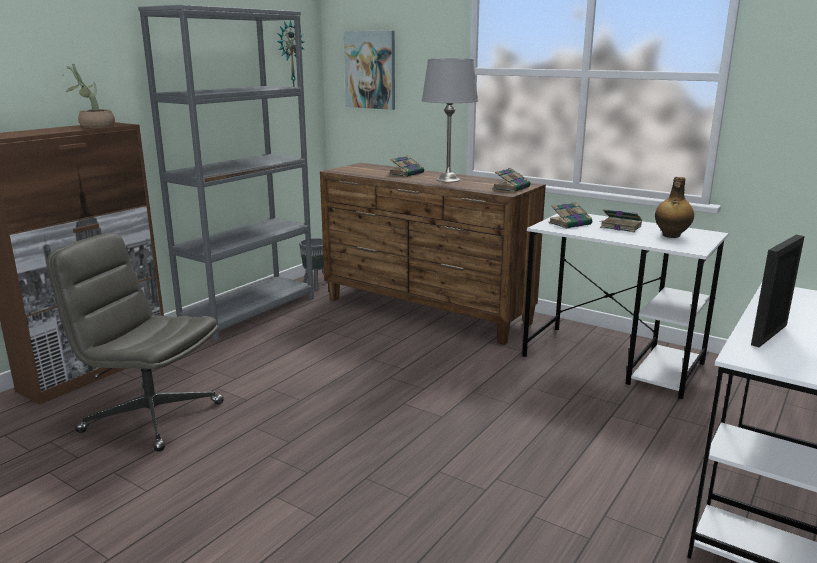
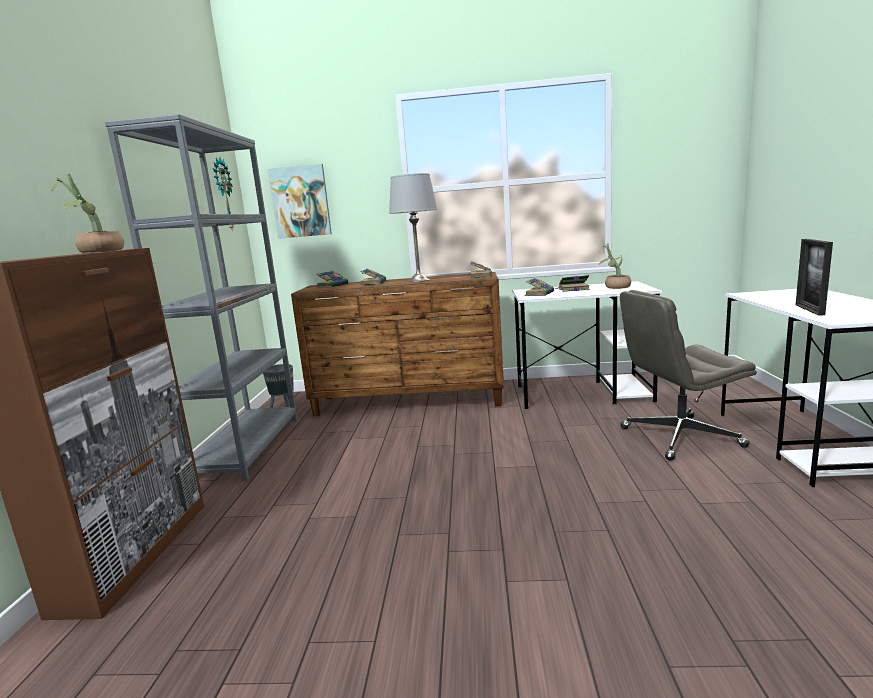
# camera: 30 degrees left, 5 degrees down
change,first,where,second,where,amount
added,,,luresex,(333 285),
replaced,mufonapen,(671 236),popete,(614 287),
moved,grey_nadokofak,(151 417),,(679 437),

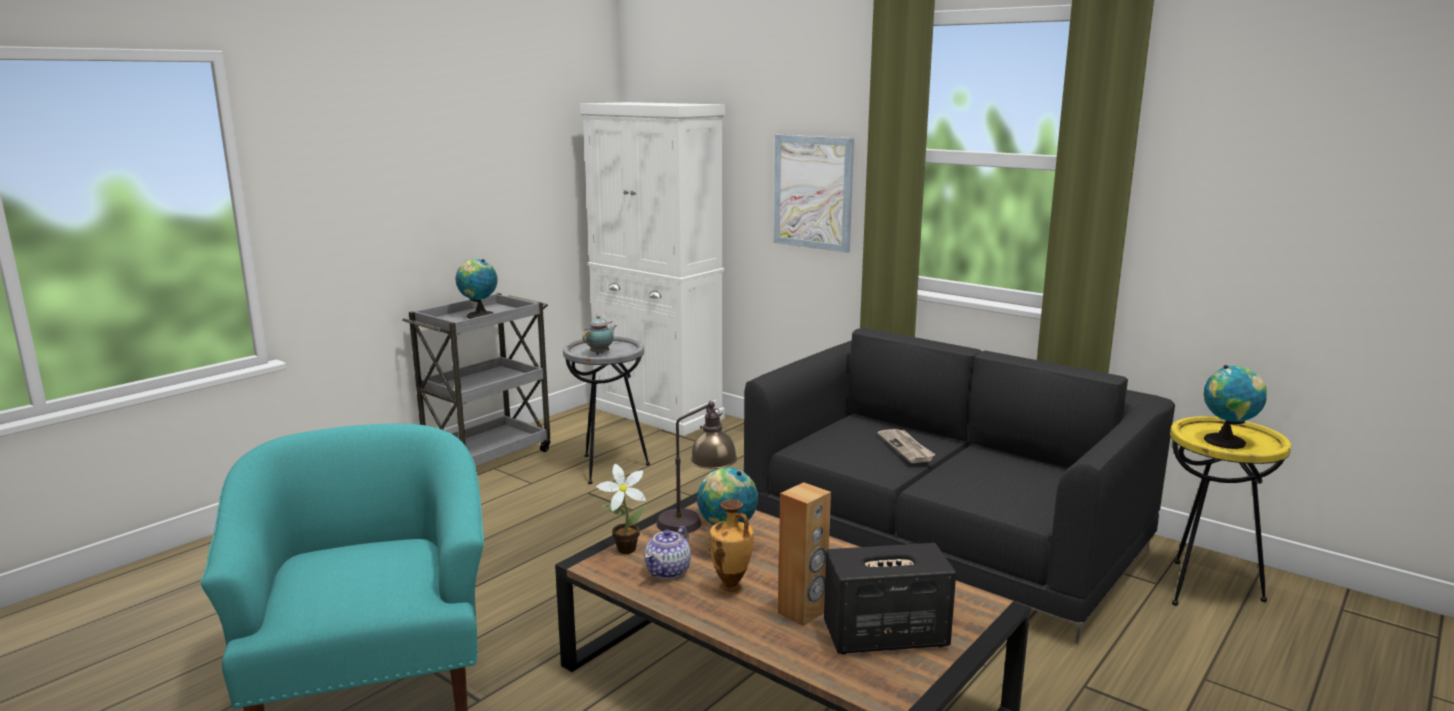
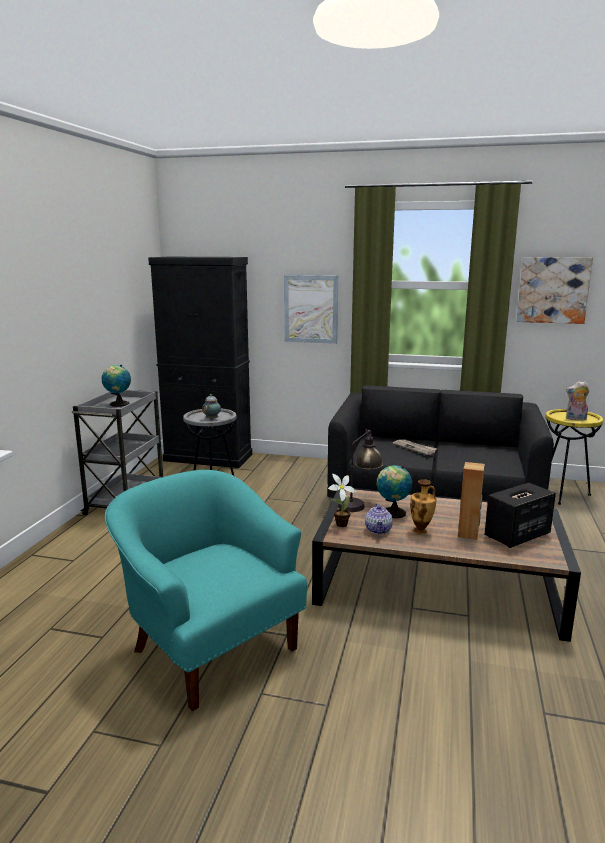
# camera: 25 degrees left, 0 degrees up
change,first,where,second,where,amount
recoloured,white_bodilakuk,(658 413),black_bodilakuk,(208 458),
added,,,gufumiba,(553 290),
replaced,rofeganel,(1227 442),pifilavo,(575 419),

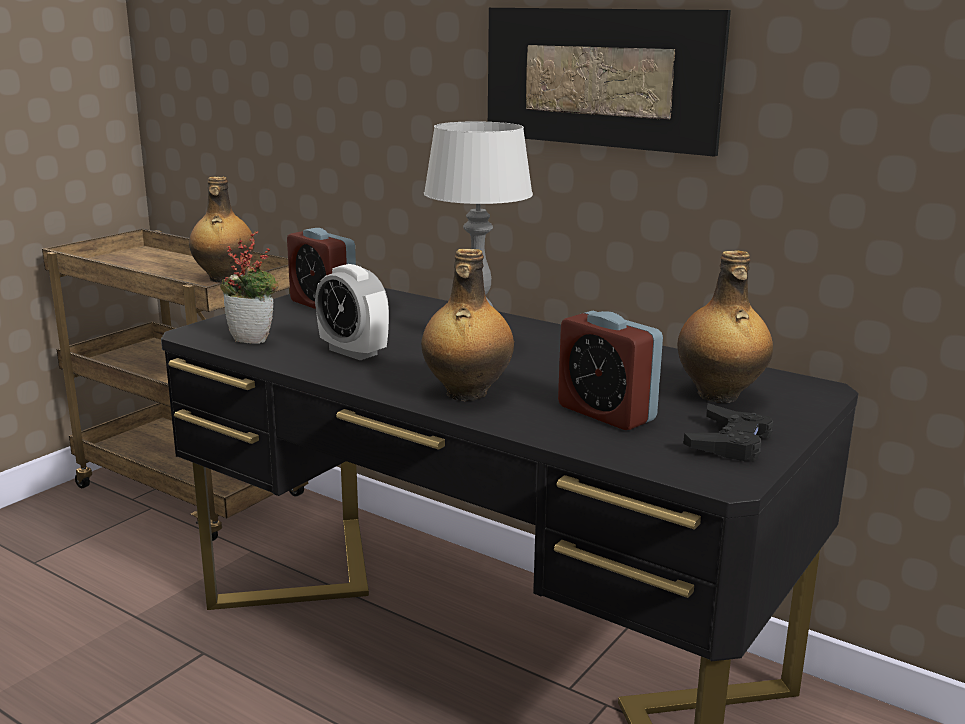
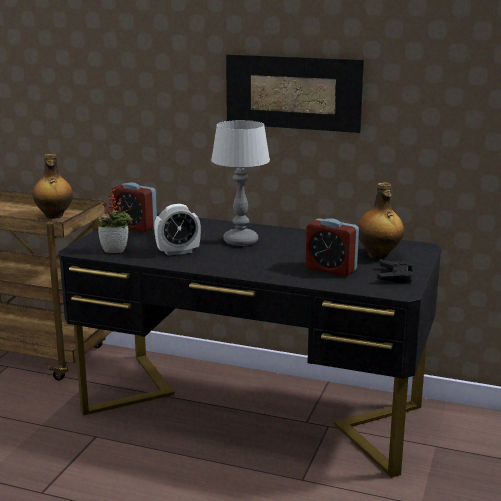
# camera: 15 degrees left, 0 degrees up
change,first,where,second,where,amount
turned,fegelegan,(353 352),,(178 252),45 degrees counterclockwise
removed,mufonapen,(466 394),,,

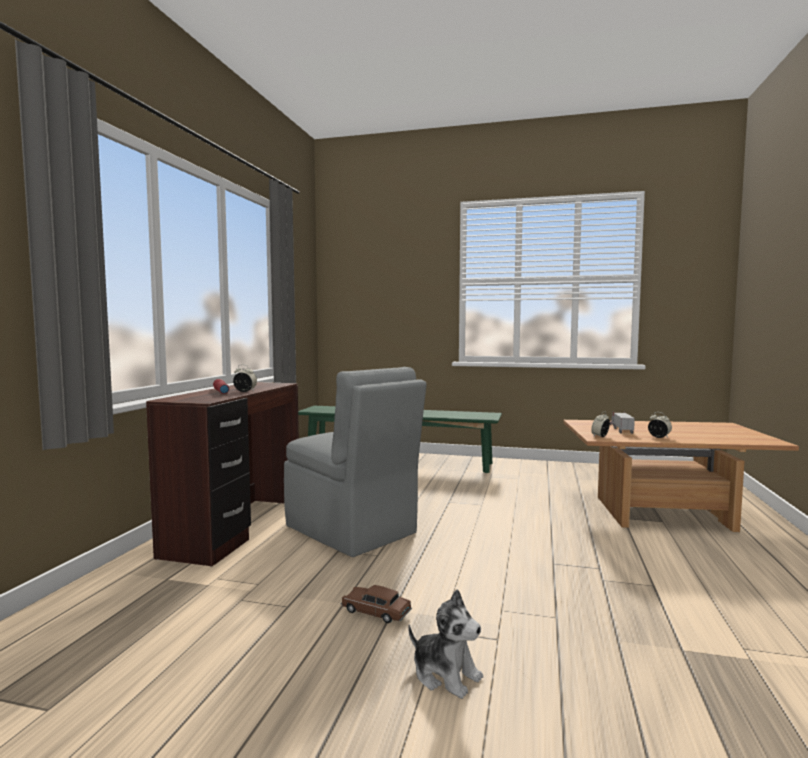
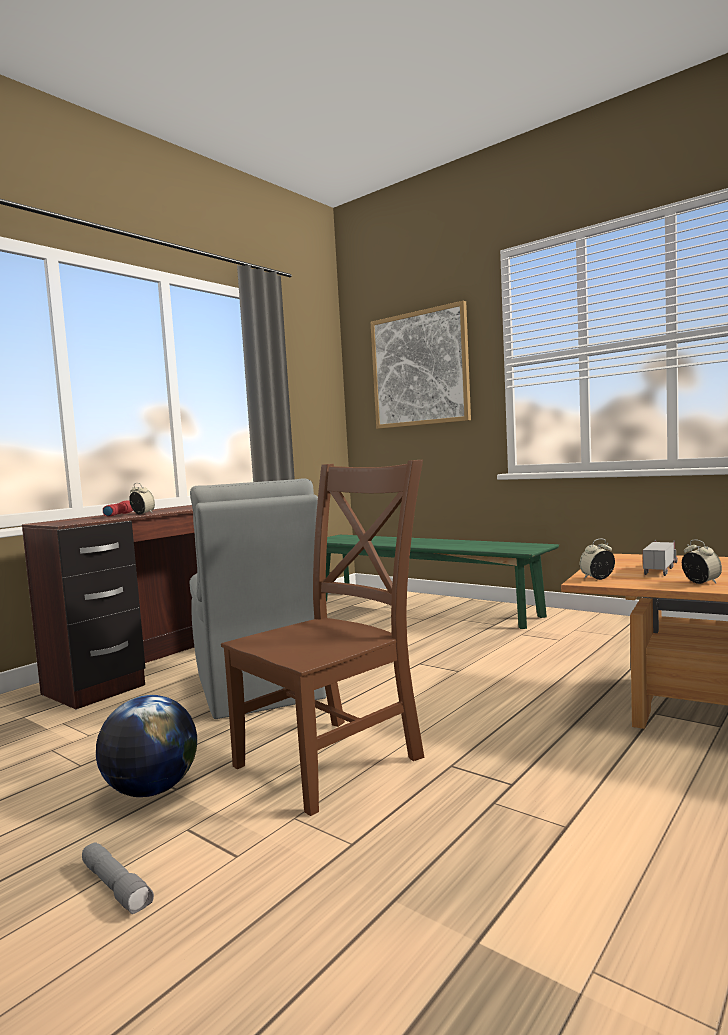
# camera: 25 degrees right, 0 degrees up
change,first,where,second,where,amount
replaced,pifilavo,(445 675),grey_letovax,(117 887),
replaced,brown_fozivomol,(376 612),rofeganel,(151 790),
added,,,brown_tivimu,(335 759),
added,,,gufumiba,(420 369),

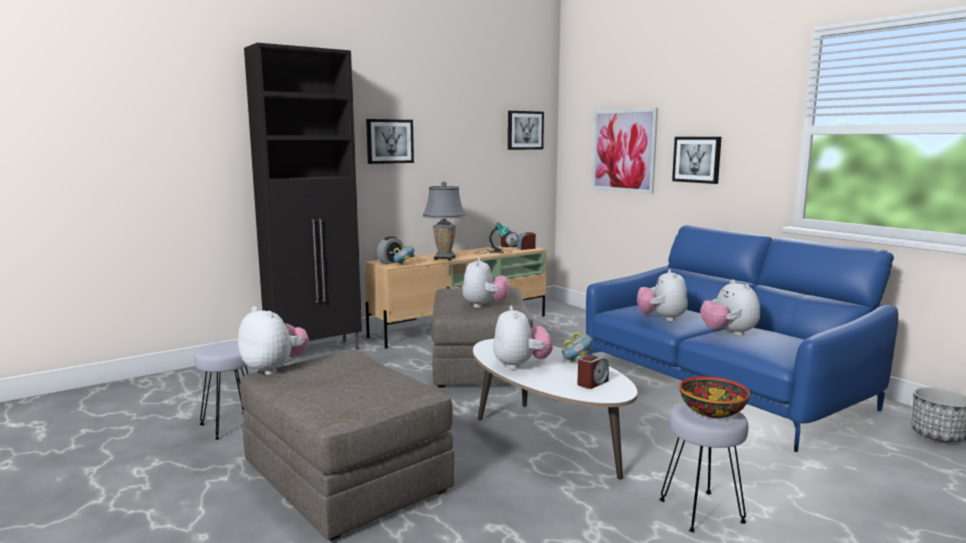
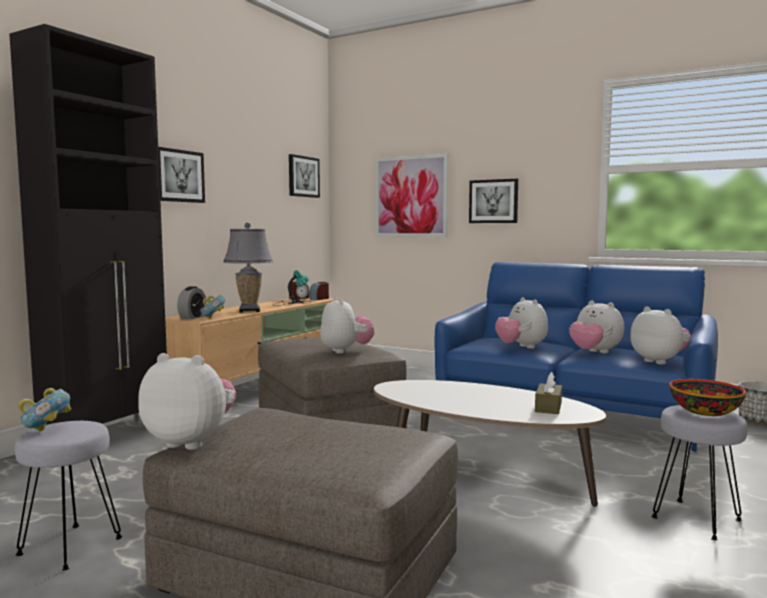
# camera: 25 degrees left, 5 degrees down
change,first,where,second,where,amount
moved,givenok,(576 362),,(46 430),
replaced,fegelegan,(592 383),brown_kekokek,(548 407),
moved,pifilavo,(521 365),,(659 361),

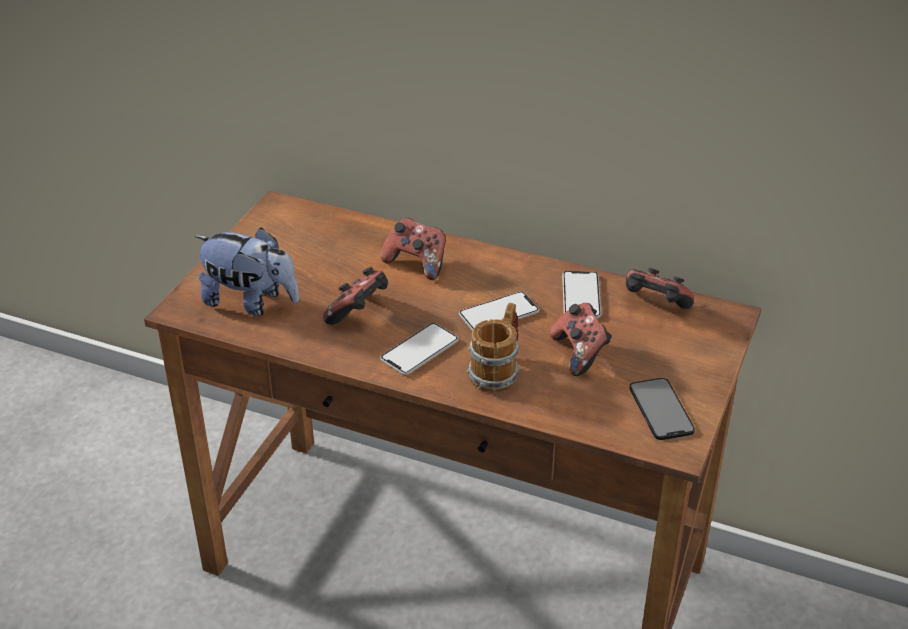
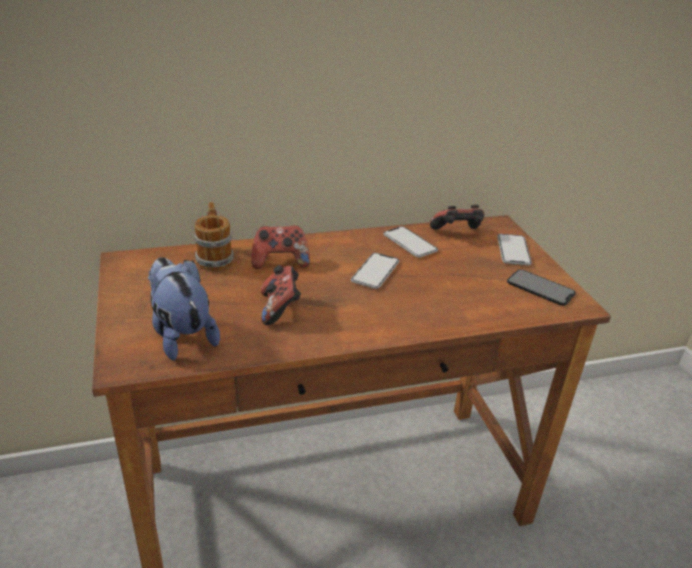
# camera: 40 degrees left, 5 degrees down
change,first,where,second,where,amount
turned,pifilavo,(251 302),,(181 335),105 degrees counterclockwise
moved,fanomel,(498 371),,(214 257),
moved,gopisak,(419 350),,(513 250),
removed,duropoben,(580 353),,,

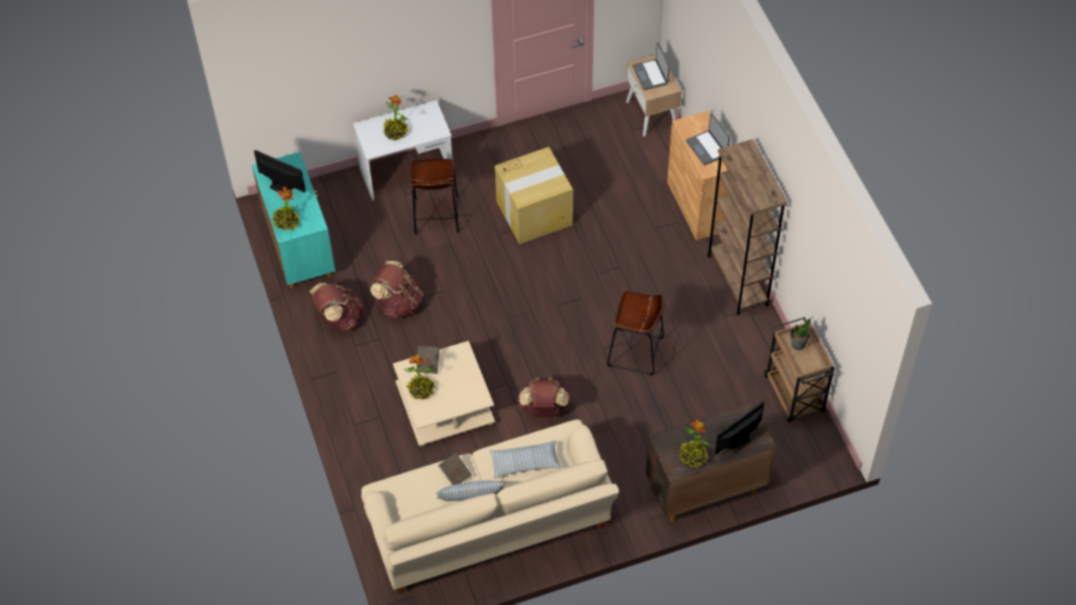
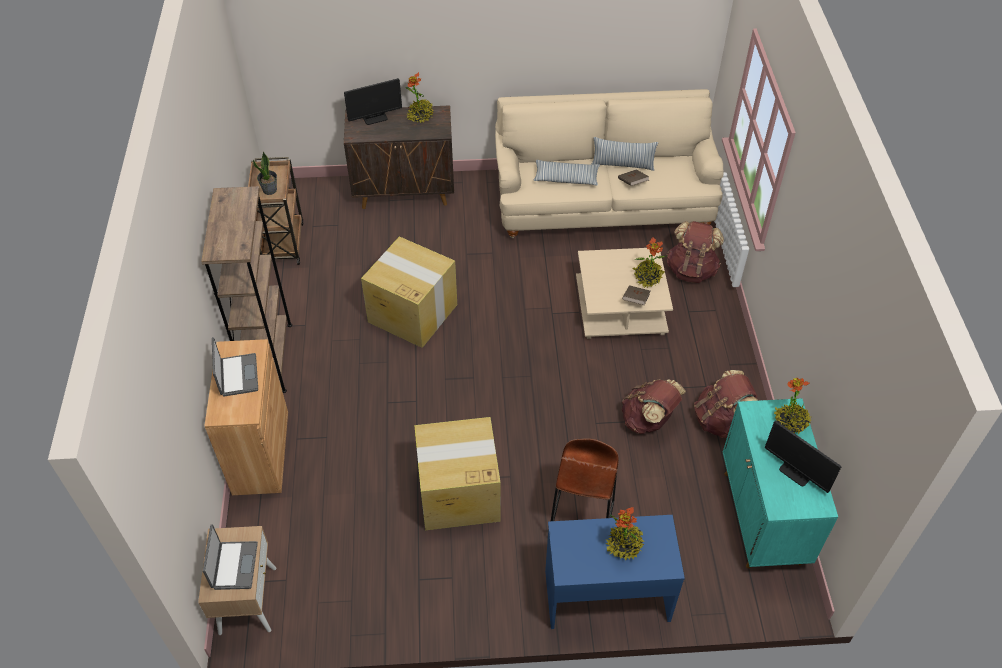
# camera: 165 degrees left, 5 degrees down
change,first,where,second,where,amount
replaced,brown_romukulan,(635 352),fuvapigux,(412 313),
recoloured,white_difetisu,(407 173),blue_difetisu,(606 594),
moved,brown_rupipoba,(544 409),,(691 270),

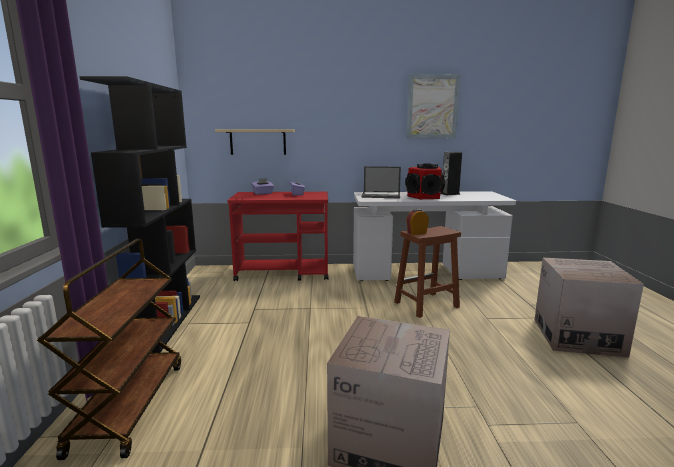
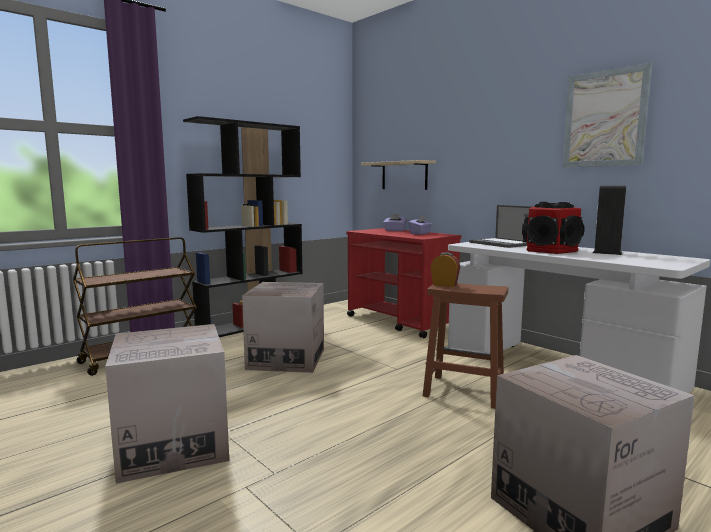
# camera: 50 degrees right, 5 degrees down
change,first,where,second,where,amount
added,,,fuvapigux,(286 359),

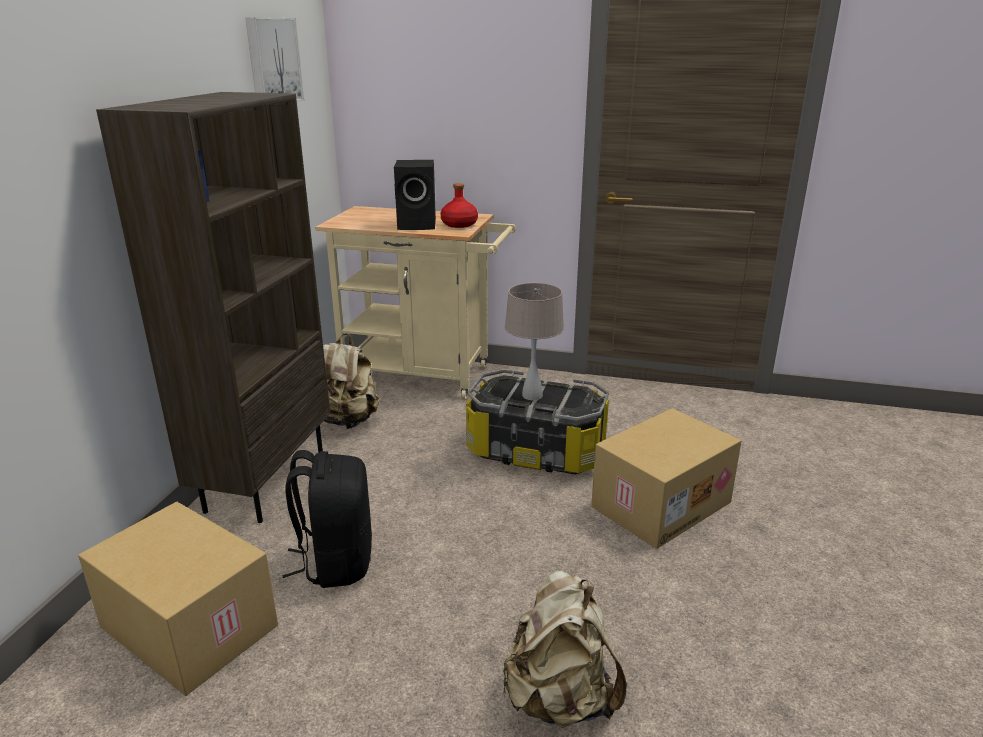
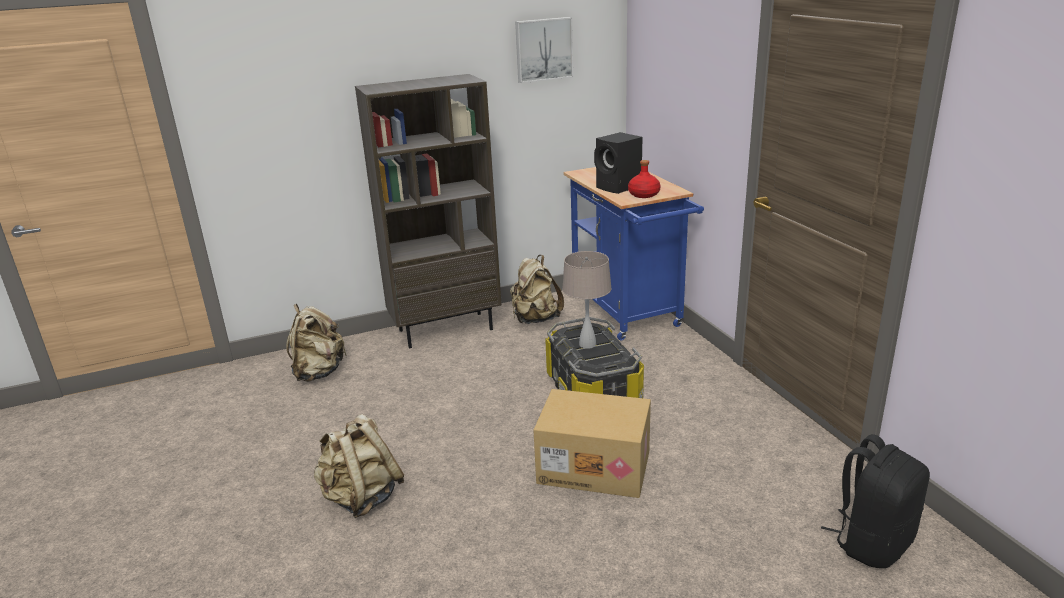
# camera: 55 degrees right, 0 degrees up
change,first,where,second,where,amount
replaced,fuvapigux,(186 627),beige_rupipoba,(319 372),
recoloured,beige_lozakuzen,(425 376),blue_lozakuzen,(628 314),
moved,black_rupipoba,(336 562),,(872 542),

